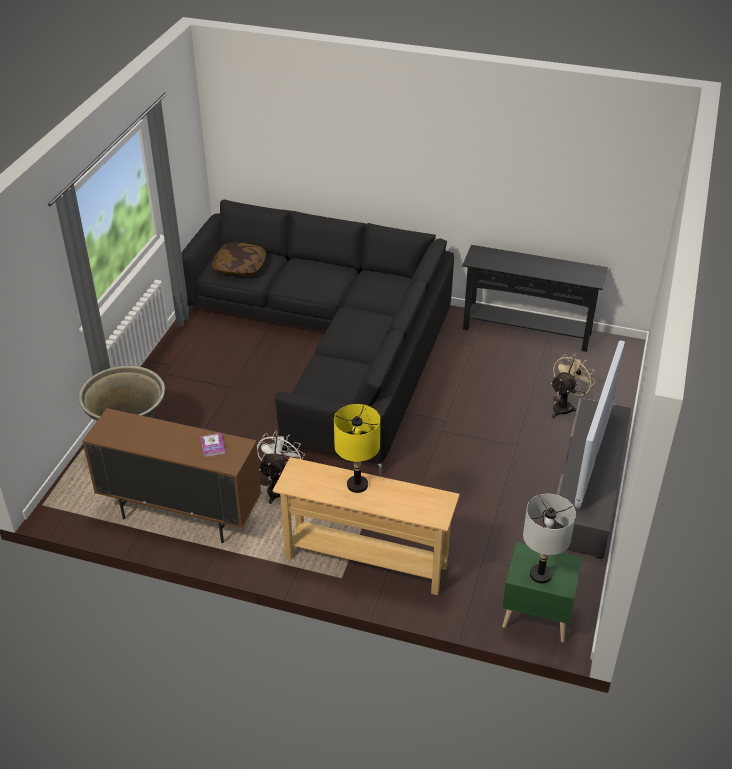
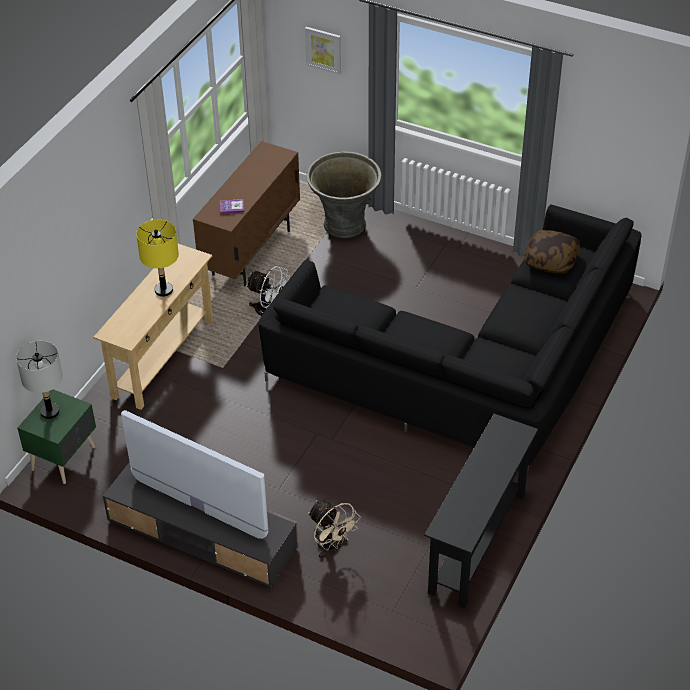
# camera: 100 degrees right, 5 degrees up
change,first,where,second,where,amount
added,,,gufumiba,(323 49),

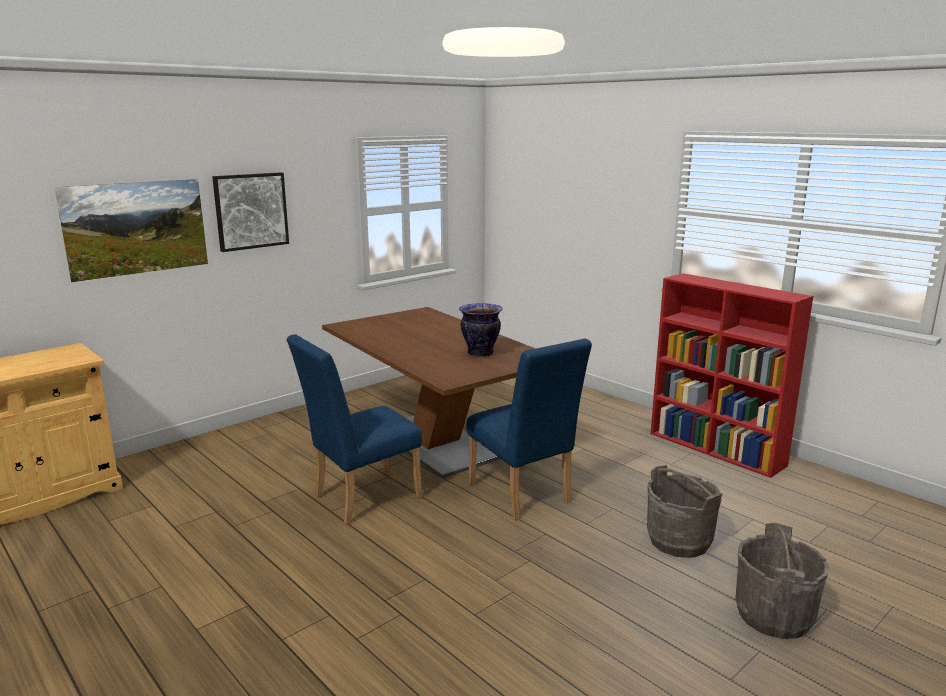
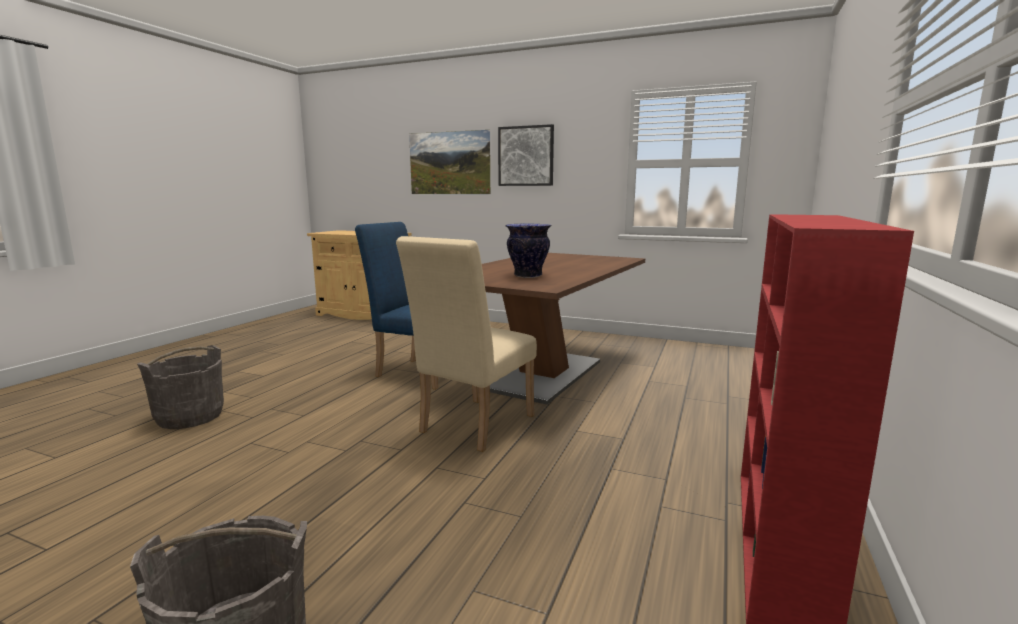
# camera: 65 degrees right, 5 degrees down
change,first,where,second,where,amount
moved,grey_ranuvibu,(678 541),,(190 417),
recoloured,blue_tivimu,(523 496),beige_tivimu,(471 426),

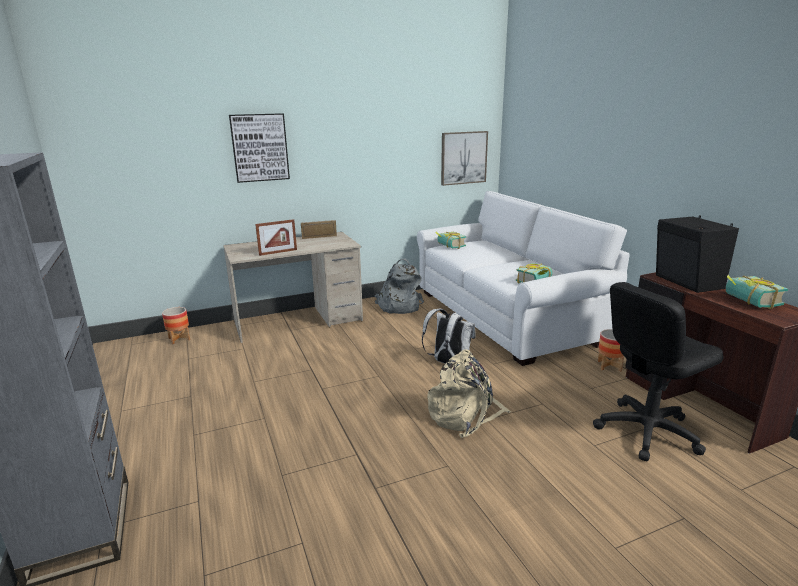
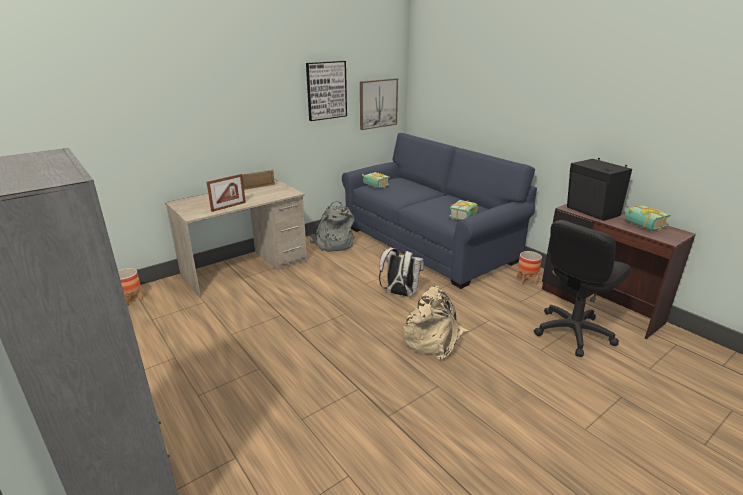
# camera: 15 degrees left, 5 degrees up
change,first,where,second,where,amount
moved,gufumiba,(260 147),,(326 90),
recoloured,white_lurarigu,(504 316),blue_lurarigu,(427 244),

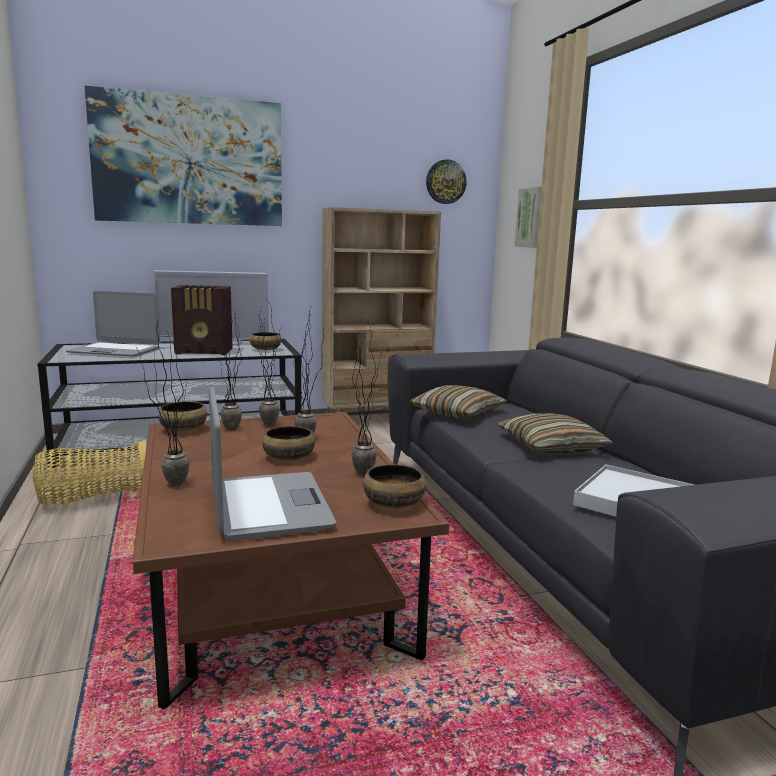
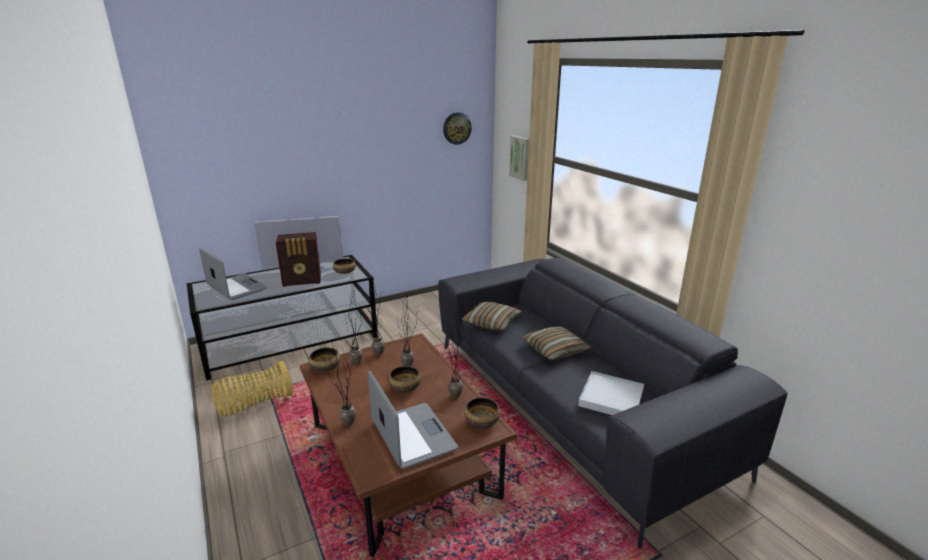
# camera: 10 degrees left, 10 degrees up
change,first,where,second,where,amount
turned,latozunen,(115 351),,(236 288),135 degrees counterclockwise
removed,gufumiba,(189 161),,,
removed,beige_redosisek,(377 420),,,

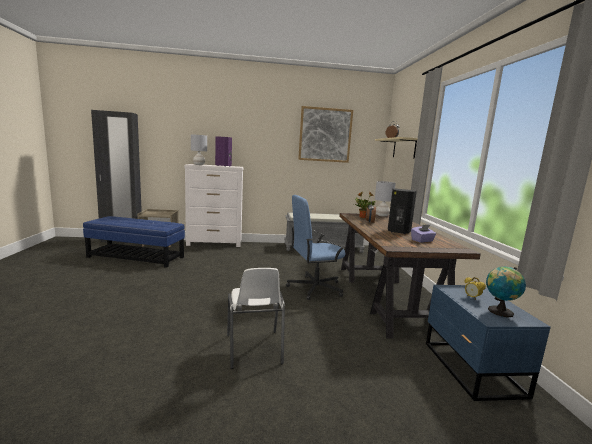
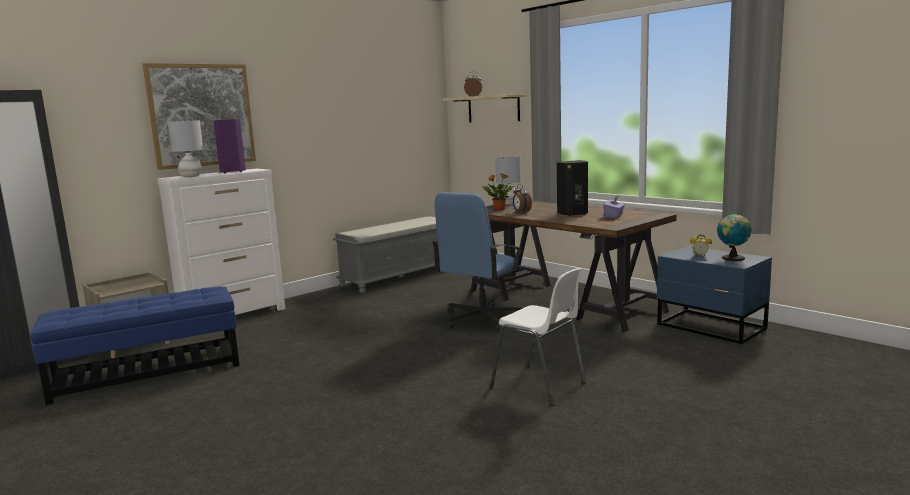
# camera: 35 degrees left, 0 degrees up
change,first,where,second,where,amount
moved,gufumiba,(325 135),,(201 115),

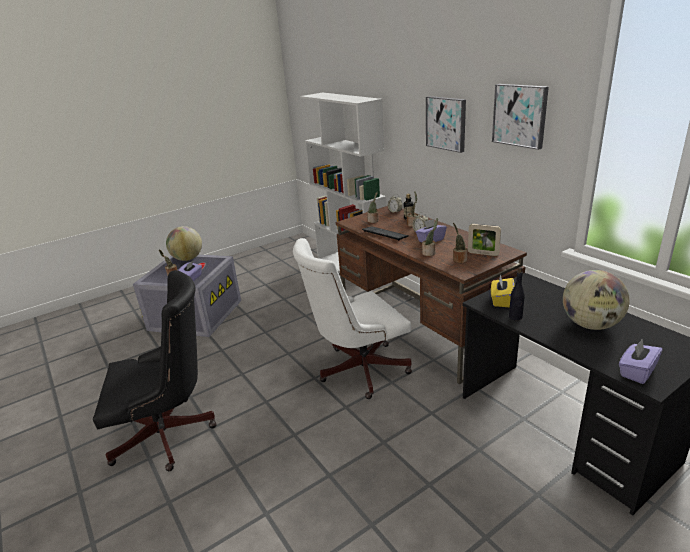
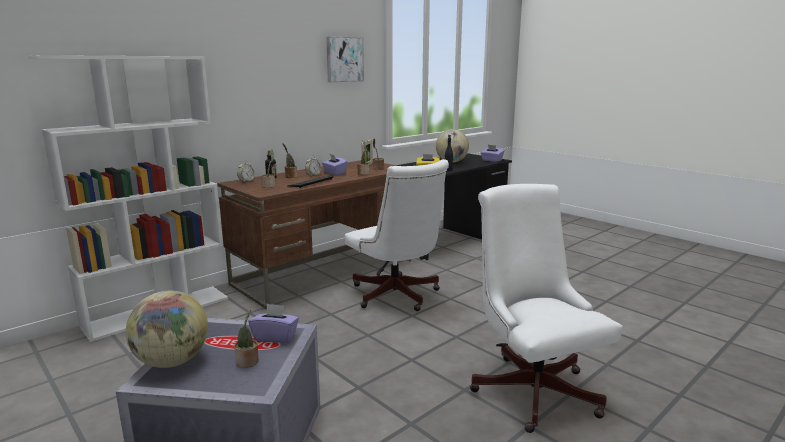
# camera: 100 degrees left, 10 degrees down
change,first,where,second,where,amount
recoloured,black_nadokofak,(170 434),white_nadokofak,(532 387),
removed,gufumiba,(446 123),,,

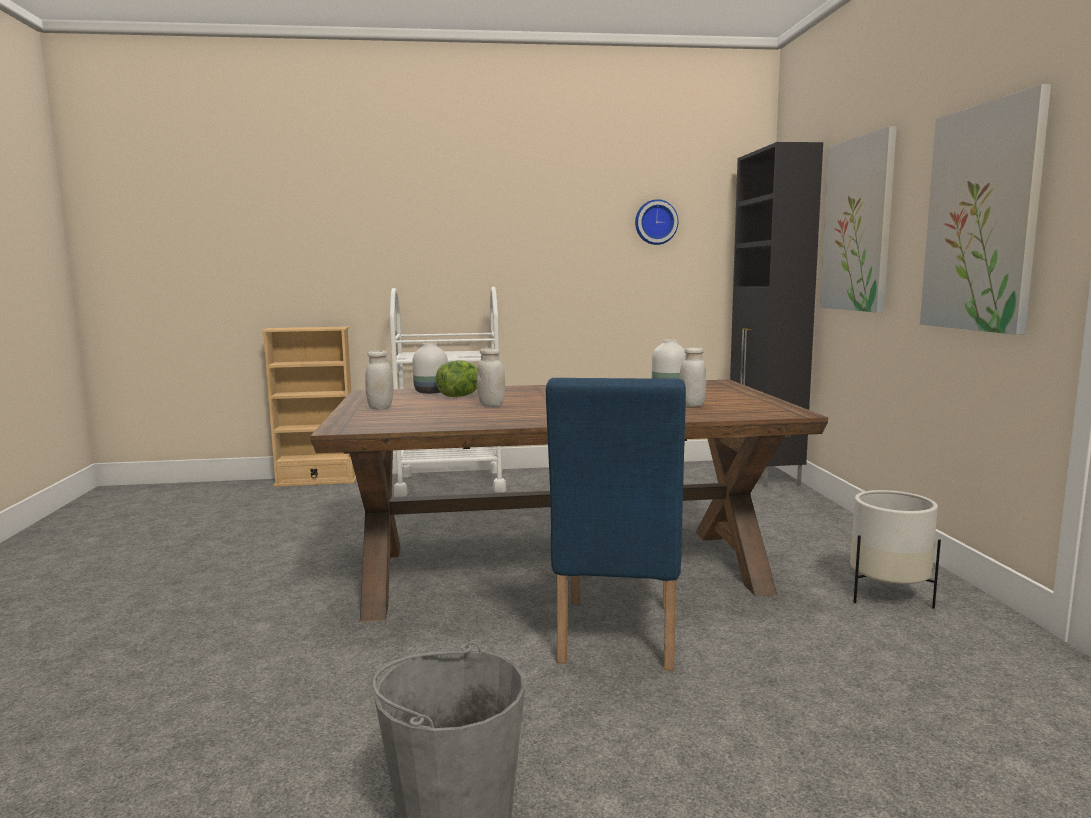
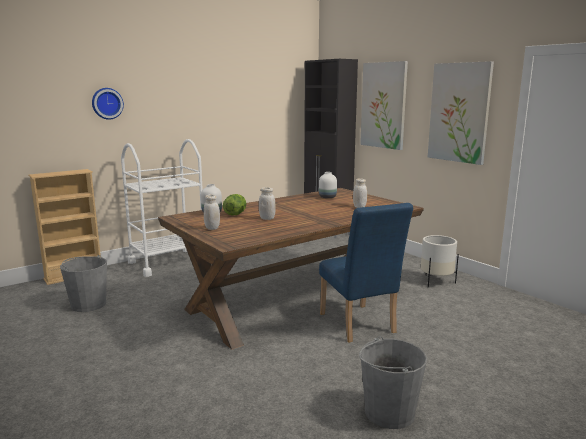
# camera: 30 degrees left, 5 degrees up
change,first,where,second,where,amount
added,,,grey_ranuvibu,(88 304),
moved,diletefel,(655 222),,(107 103),

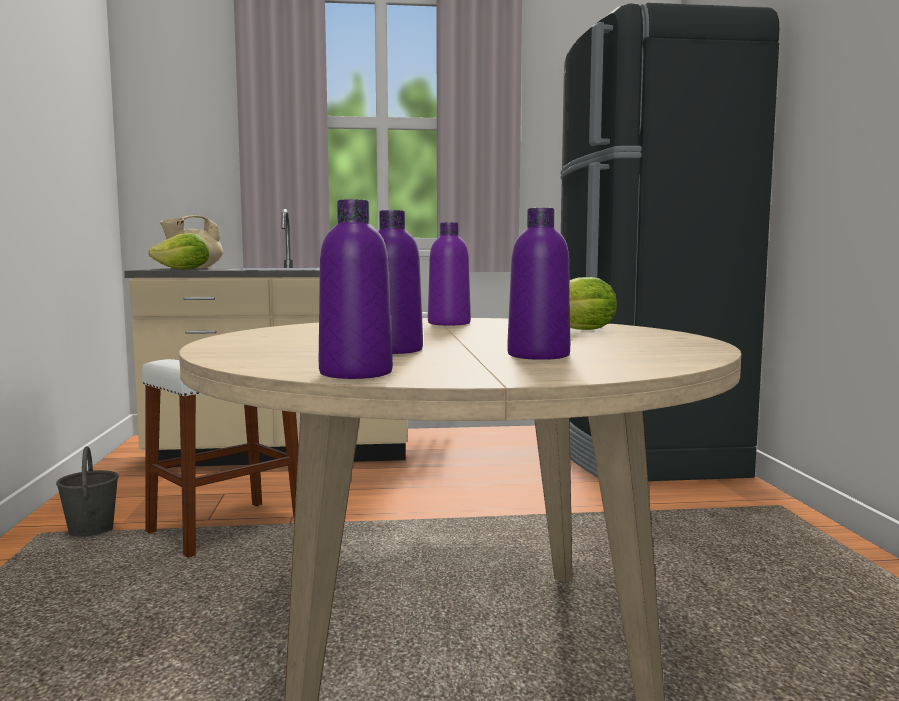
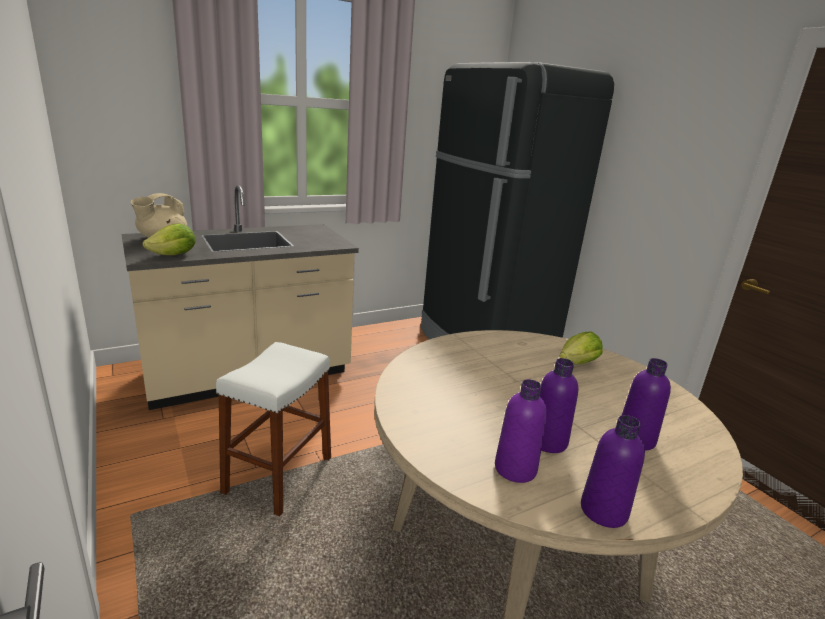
# camera: 25 degrees left, 15 degrees up
change,first,where,second,where,amount
moved,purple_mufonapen,(449 323),,(515 469),
removed,grey_ranuvibu,(91 530),,,

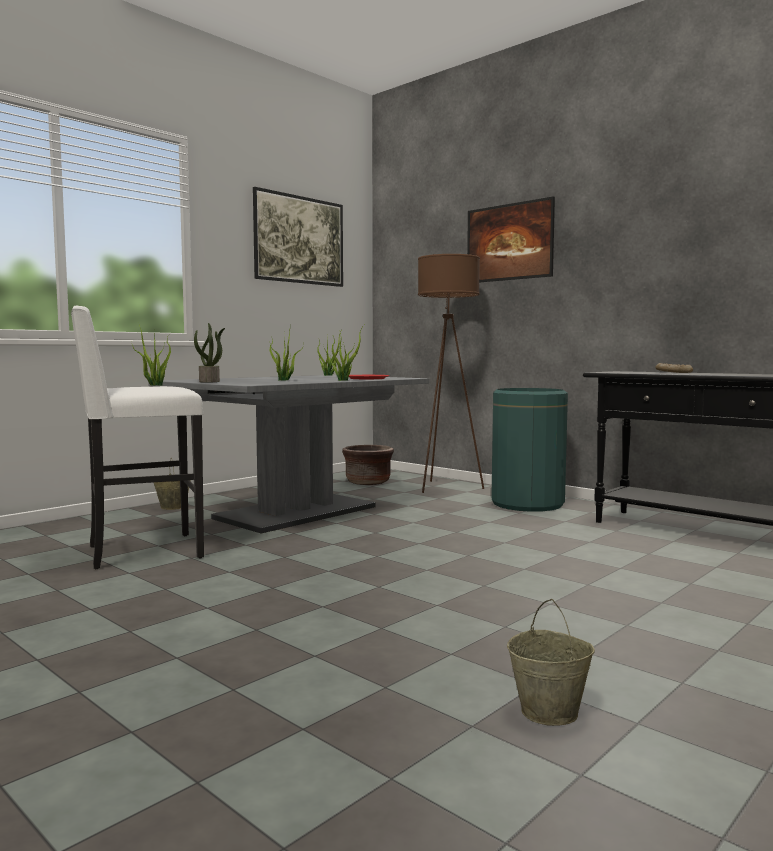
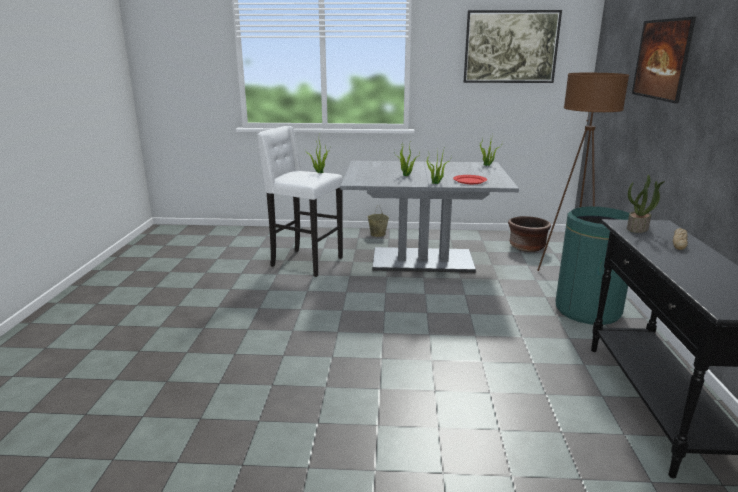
# camera: 50 degrees right, 15 degrees up
change,first,where,second,where,amount
moved,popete,(210 381),,(638 228),
removed,beige_ranuvibu,(550 712),,,

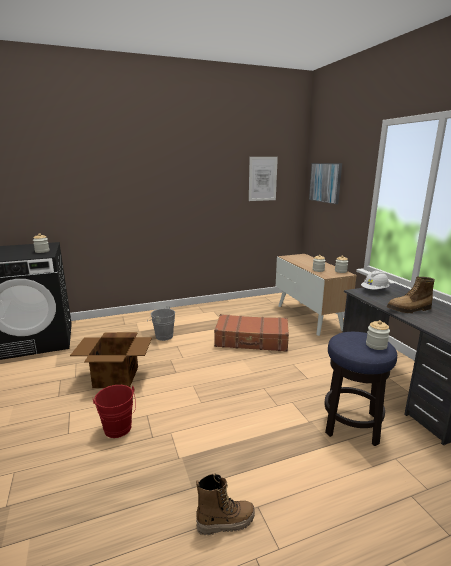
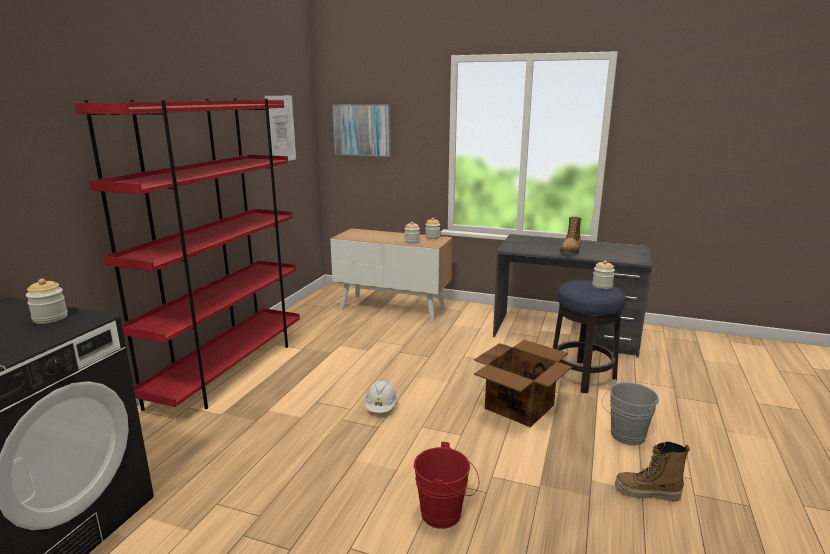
# camera: 50 degrees left, 0 degrees up
change,first,where,second,where,amount
added,,,red_redosisek,(229 370),
moved,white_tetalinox,(374 290),,(381 408),
moved,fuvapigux,(117 377),,(520 406),
moved,grey_ranuvibu,(162 336),,(625 437),
turned,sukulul,(225 522),,(647 493),105 degrees counterclockwise
removed,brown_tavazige,(251 340),,,

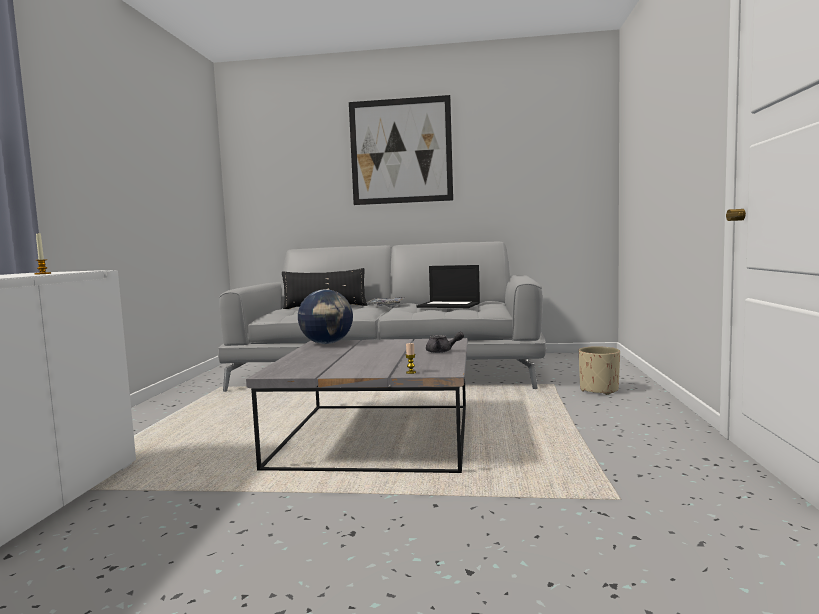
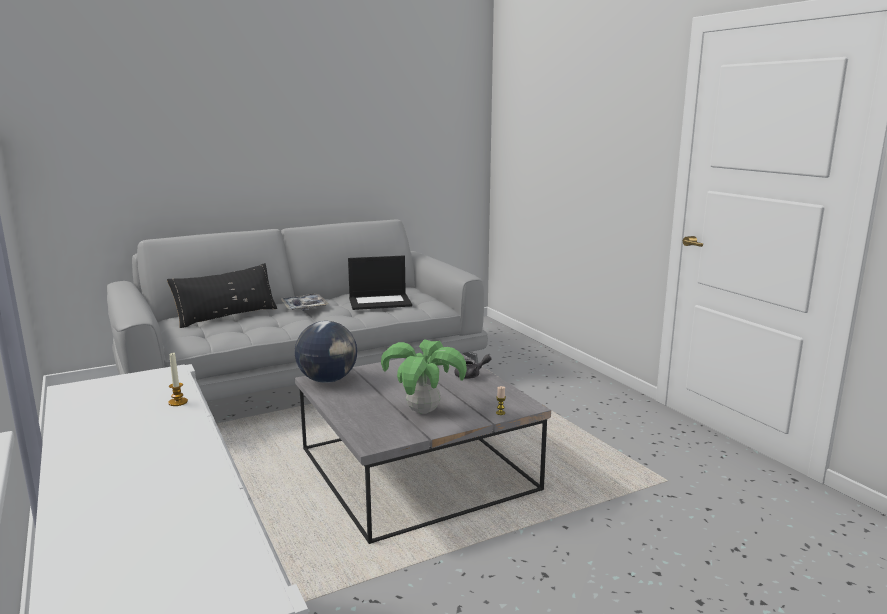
# camera: 35 degrees left, 10 degrees up
change,first,where,second,where,amount
added,,,popete,(423 411),
removed,gufumiba,(401 151),,,
removed,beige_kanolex,(598 390),,,

